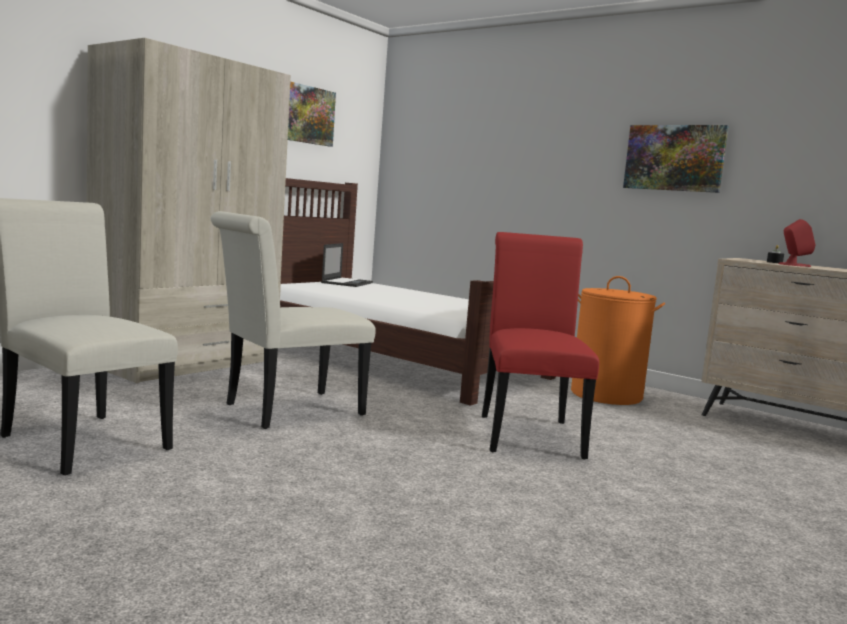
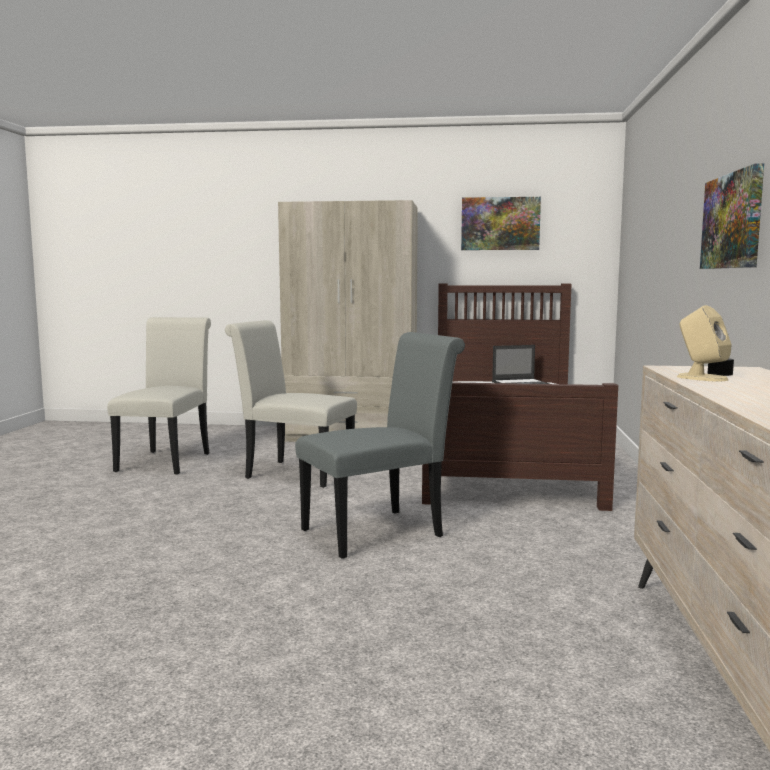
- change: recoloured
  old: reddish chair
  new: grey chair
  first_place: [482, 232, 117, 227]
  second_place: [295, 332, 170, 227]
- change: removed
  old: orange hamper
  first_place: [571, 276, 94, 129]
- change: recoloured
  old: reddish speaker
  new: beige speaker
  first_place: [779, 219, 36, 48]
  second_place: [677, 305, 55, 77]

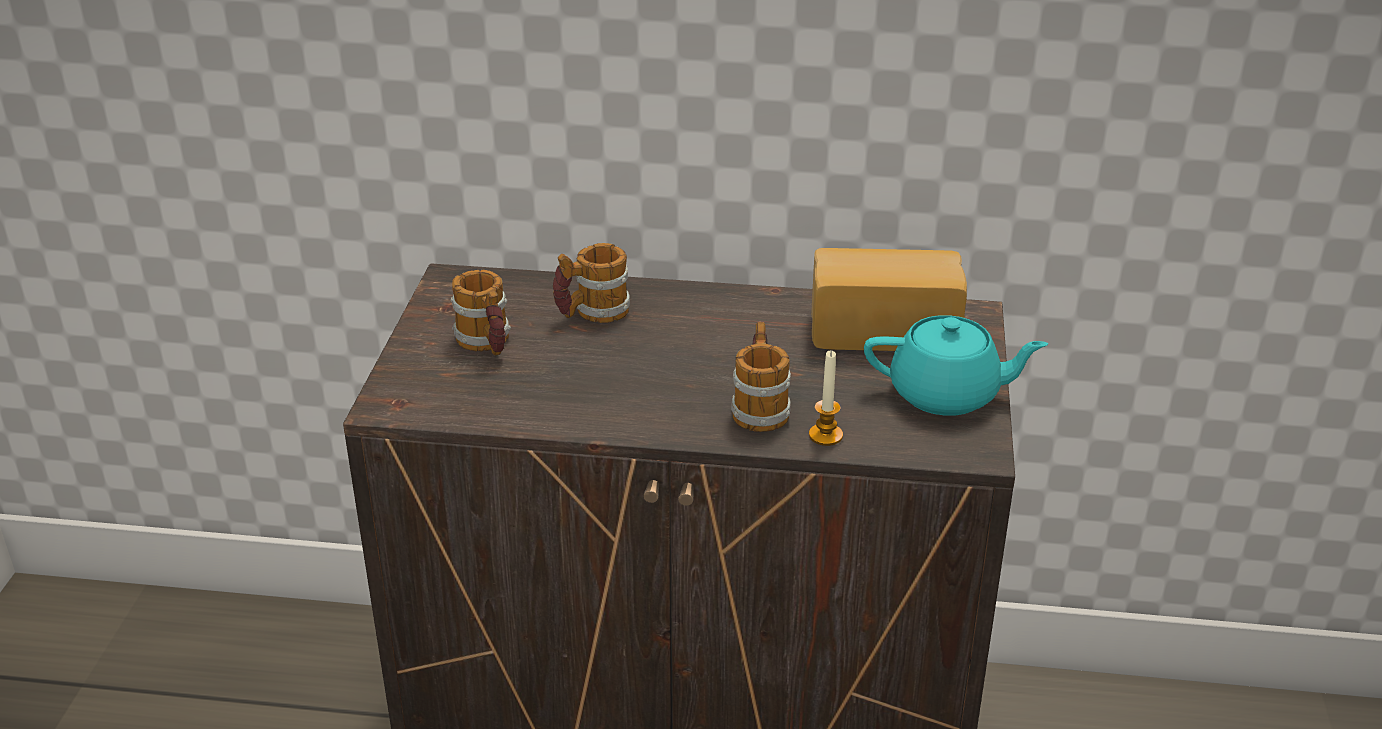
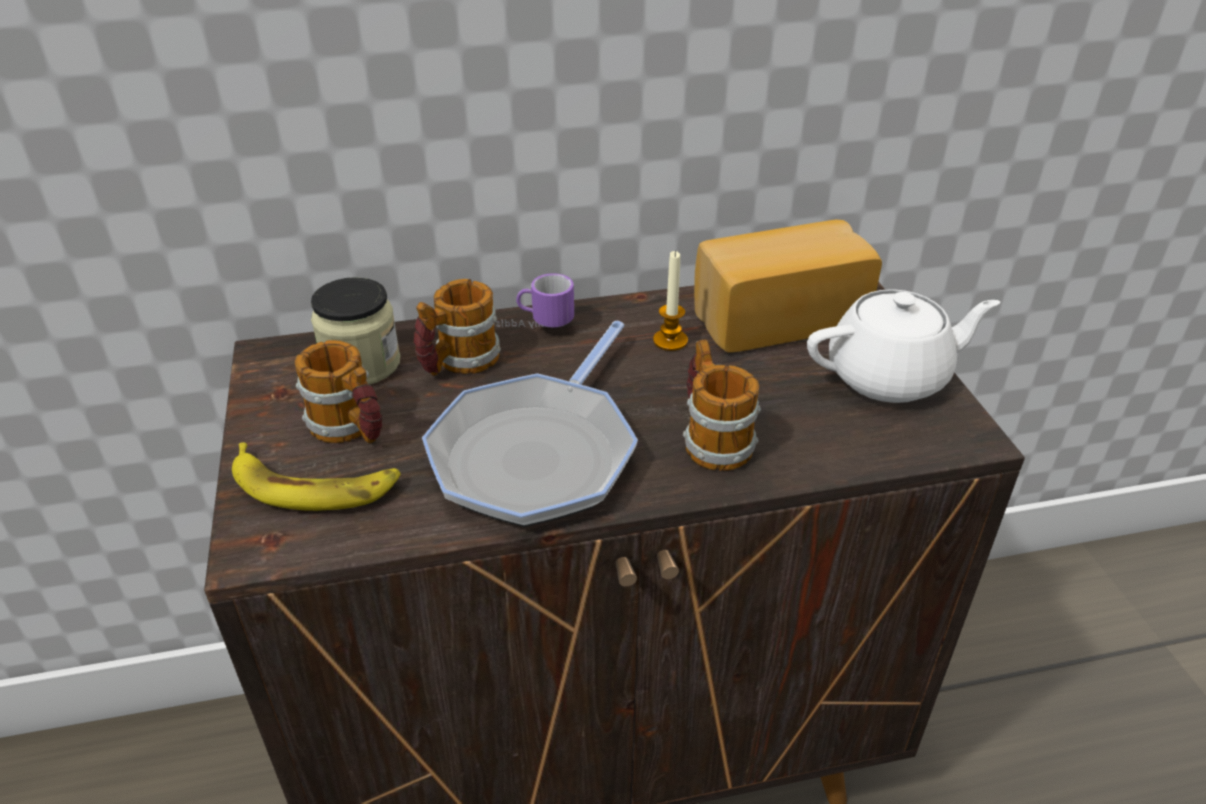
- change: moved
  old: candle
  first_place: [809, 351, 34, 95]
  second_place: [653, 250, 35, 101]
- change: recoloured
  old: turquoise pot for tea
  new: white-coloured pot for tea
  first_place: [864, 315, 184, 101]
  second_place: [807, 289, 193, 114]
- change: added
  new: banana fruit
  second_place: [232, 442, 169, 69]
- change: added
  new: storage jar
  second_place: [311, 277, 89, 108]
- change: added
  new: frying pan
  second_place: [422, 321, 216, 206]
- change: added
  new: coffee mug
  second_place: [494, 273, 80, 56]

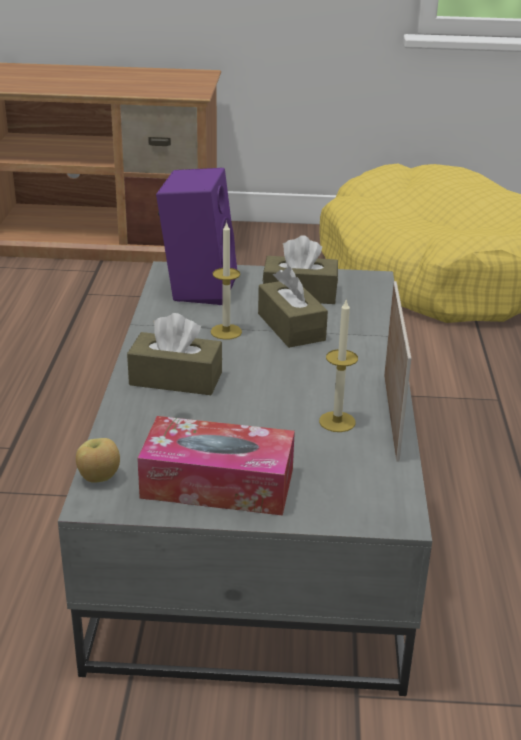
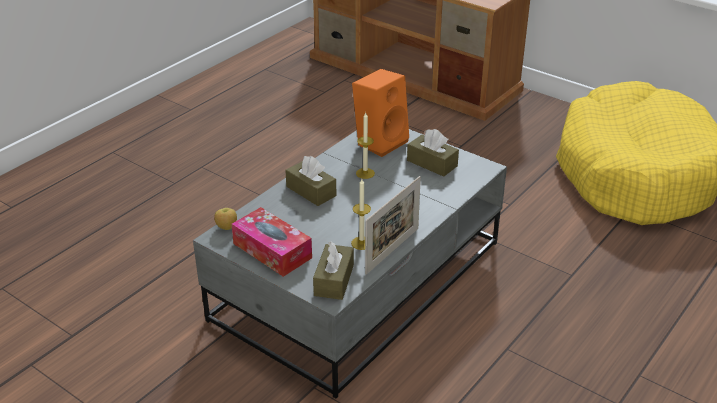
- change: recoloured
  old: purple-coloured speaker
  new: orange speaker
  first_place: [156, 168, 81, 137]
  second_place: [352, 69, 57, 88]
- change: moved
  old: brownish tissue holder
  first_place: [258, 267, 70, 81]
  second_place: [313, 241, 41, 59]

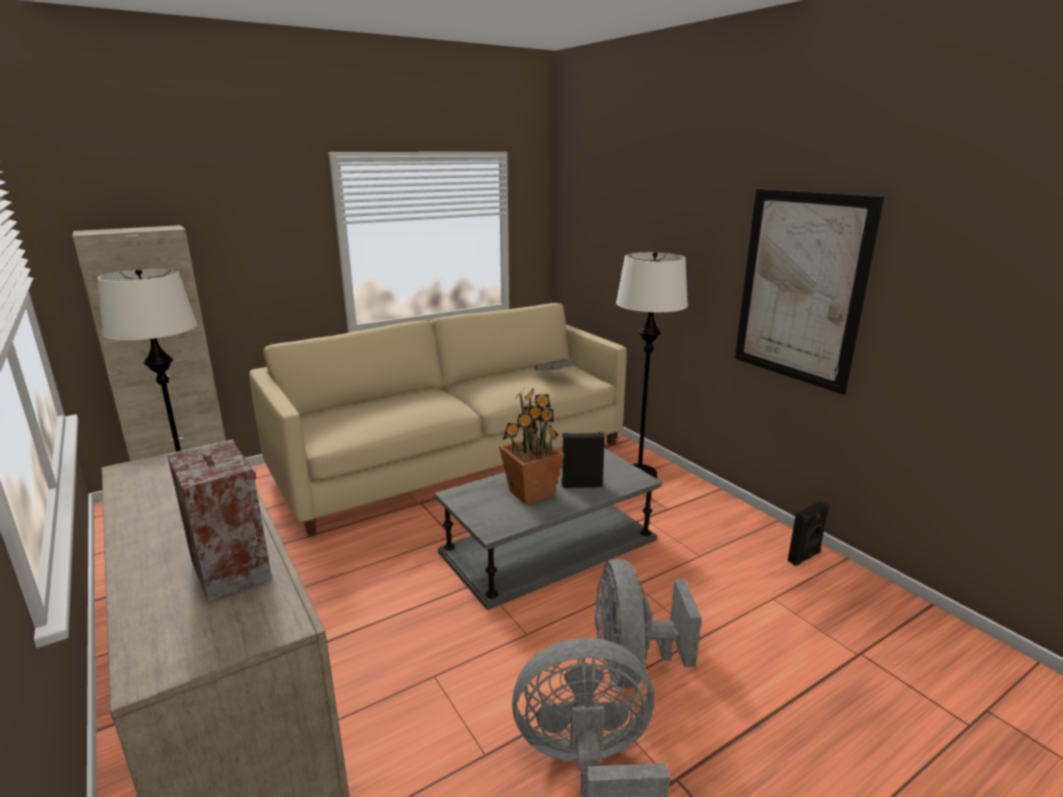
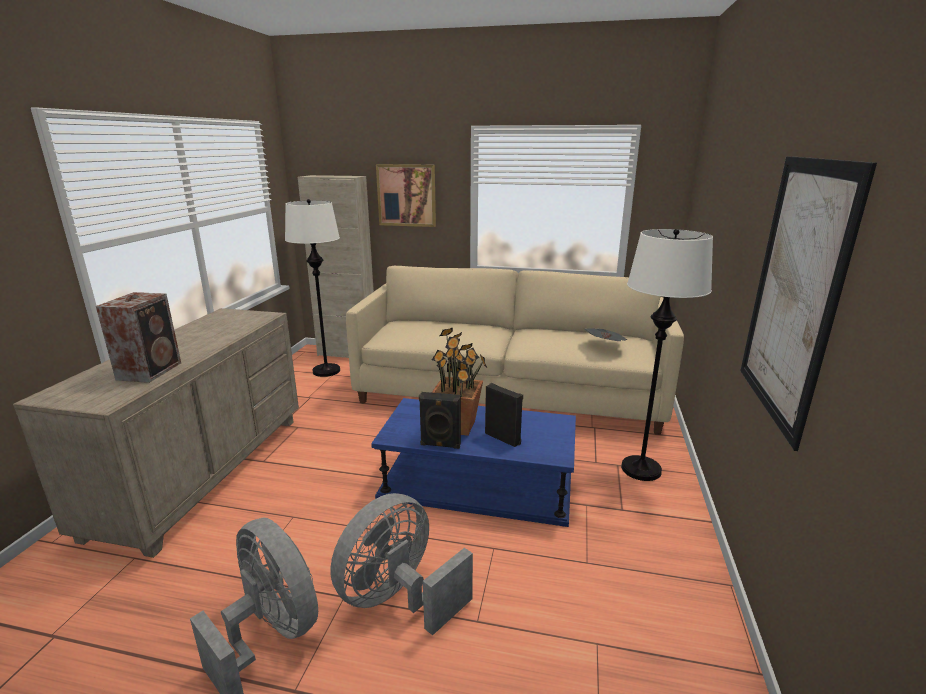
- change: recoloured
  old: grey lounge table
  new: blue-coloured lounge table
  first_place: [434, 448, 228, 162]
  second_place: [371, 398, 205, 129]
- change: moved
  old: black-coloured speaker
  first_place: [788, 501, 41, 65]
  second_place: [419, 392, 42, 57]
- change: added
  new: wall picture
  second_place: [376, 164, 60, 63]

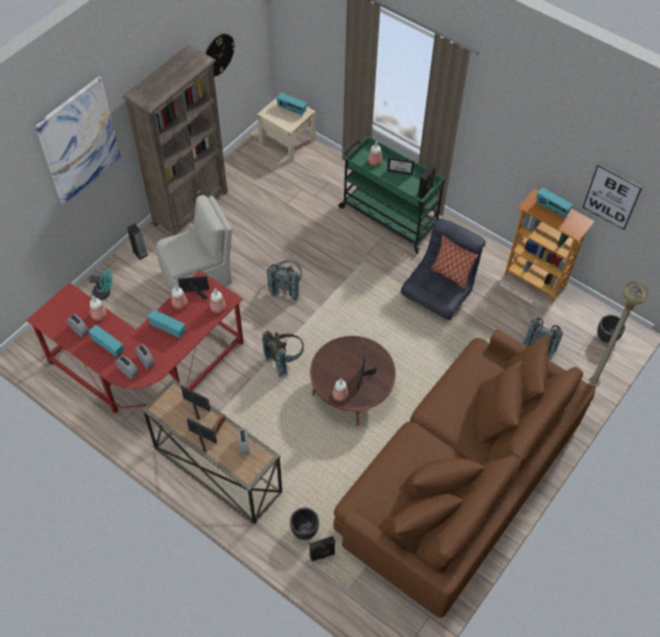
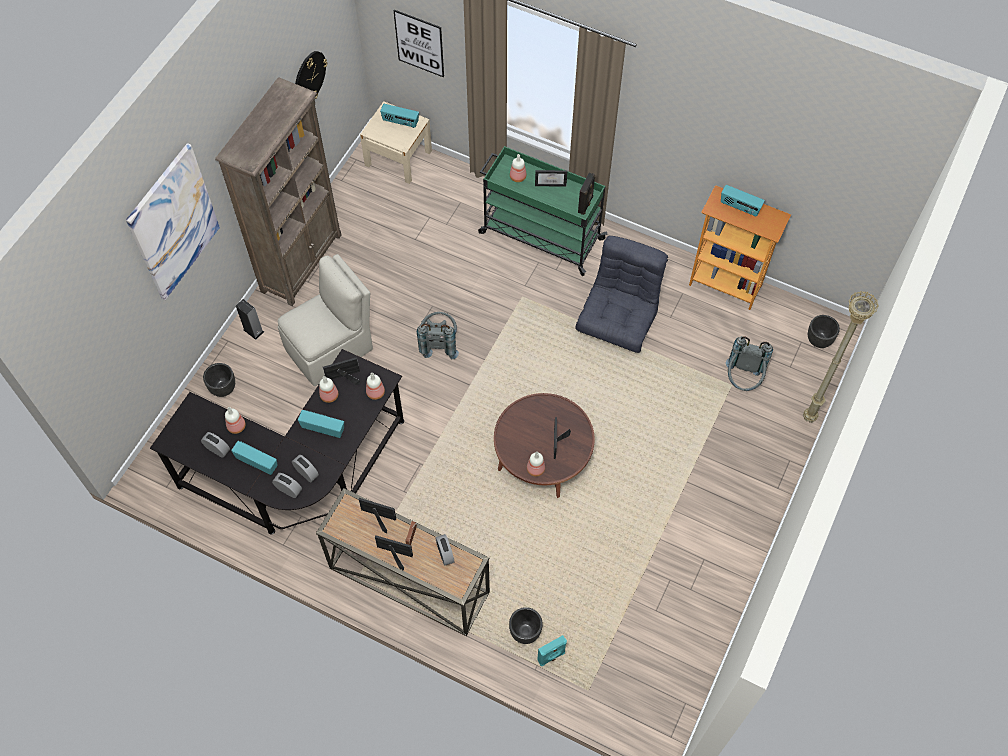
- change: recoloured
  old: reddish desk
  new: black-coloured desk
  first_place: [26, 270, 218, 143]
  second_place: [150, 349, 254, 186]
- change: replaced
  old: turquoise electric fan
  new: black-coloured flower pot
  first_place: [89, 269, 24, 31]
  second_place: [203, 363, 32, 34]
- change: removed
  old: grey knapsack
  first_place: [262, 331, 42, 47]
- change: recoloured
  old: black-coloured speaker
  new: turquoise speaker
  first_place: [310, 536, 25, 25]
  second_place: [537, 635, 30, 31]
- change: removed
  old: brownish couch
  first_place: [333, 329, 262, 289]
- change: removed
  old: throw pillow
  first_place: [431, 235, 47, 54]
- change: moved
  old: wall picture
  first_place: [583, 164, 59, 66]
  second_place: [393, 10, 51, 67]

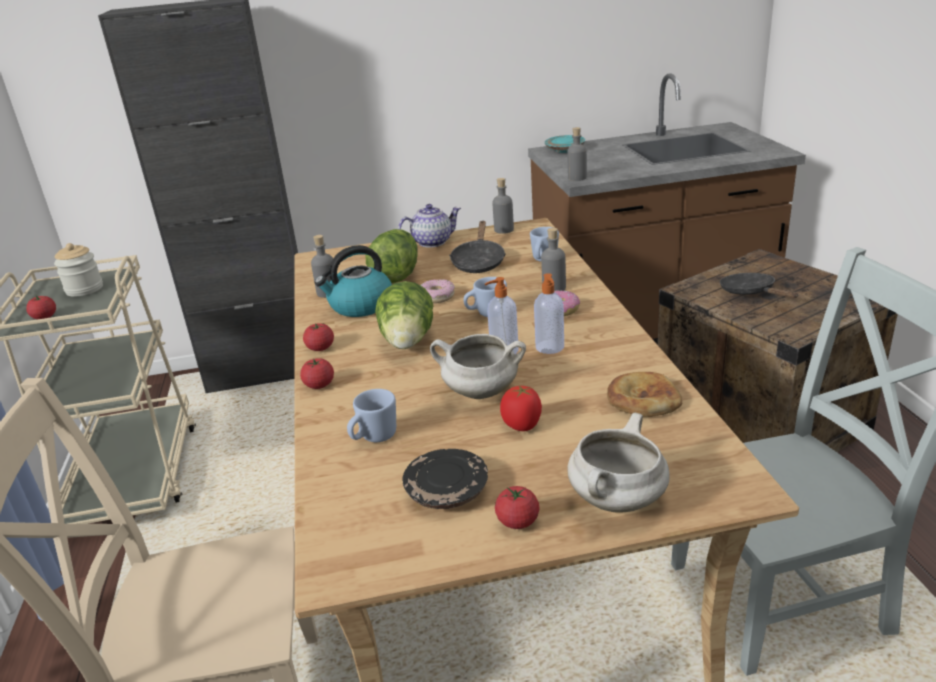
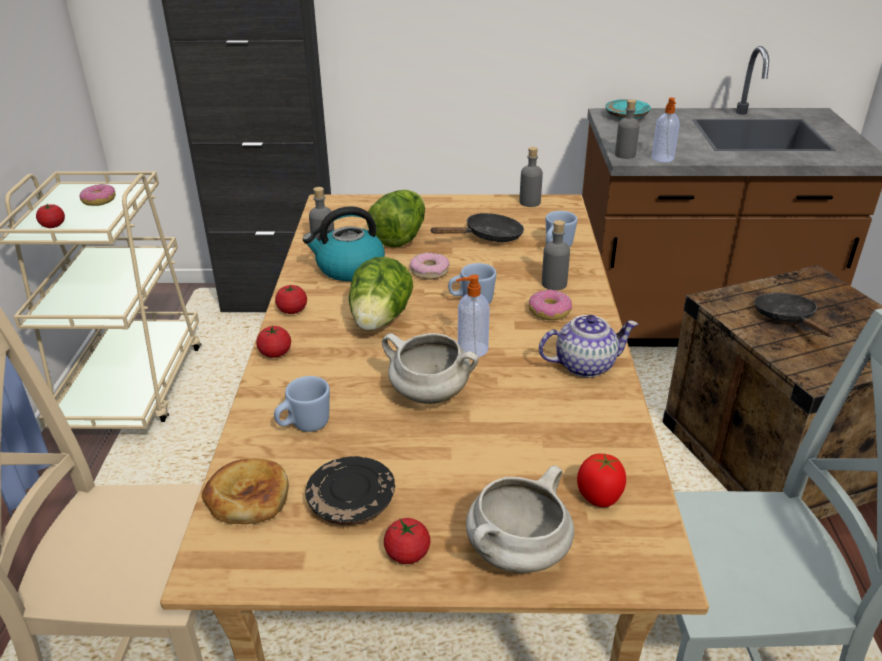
- change: replaced
  old: storage jar
  new: doughnut
  first_place: [54, 243, 49, 54]
  second_place: [80, 184, 36, 22]
- change: moved
  old: pot for tea
  first_place: [398, 204, 63, 44]
  second_place: [539, 315, 99, 63]
- change: turned
  old: black-coloured frying pan
  first_place: [449, 221, 57, 52]
  second_place: [430, 213, 94, 29]
  degrees: -135
- change: moved
  old: fresh tomato
  first_place: [500, 386, 42, 45]
  second_place: [577, 454, 49, 53]
- change: moved
  old: liquid soap bottle
  first_place: [534, 273, 30, 81]
  second_place: [652, 97, 28, 65]
- change: moved
  old: bread
  first_place: [607, 372, 75, 45]
  second_place: [202, 459, 87, 65]

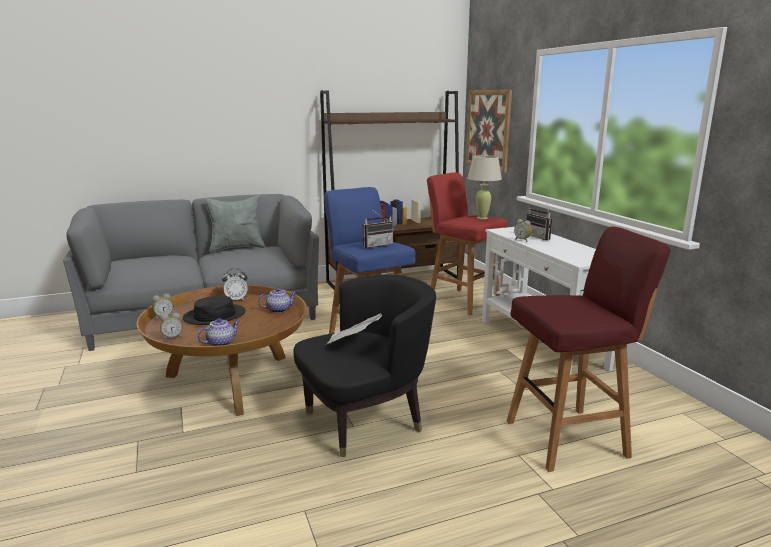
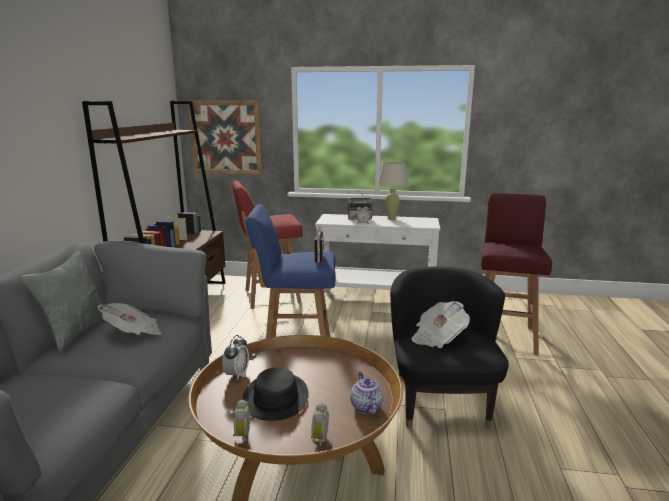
- change: removed
  old: pot for tea
  first_place: [258, 288, 39, 25]
- change: moved
  old: beige tabletop lamp
  first_place: [467, 155, 35, 64]
  second_place: [377, 162, 32, 58]
- change: added
  new: printed paper
  second_place: [97, 303, 64, 32]

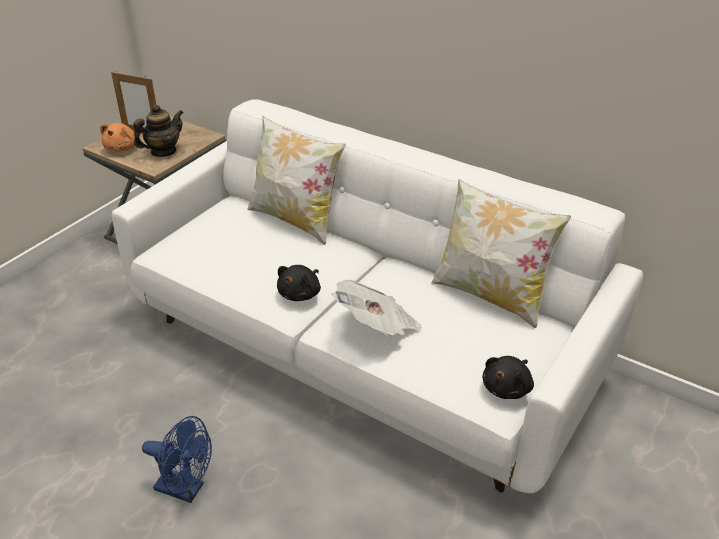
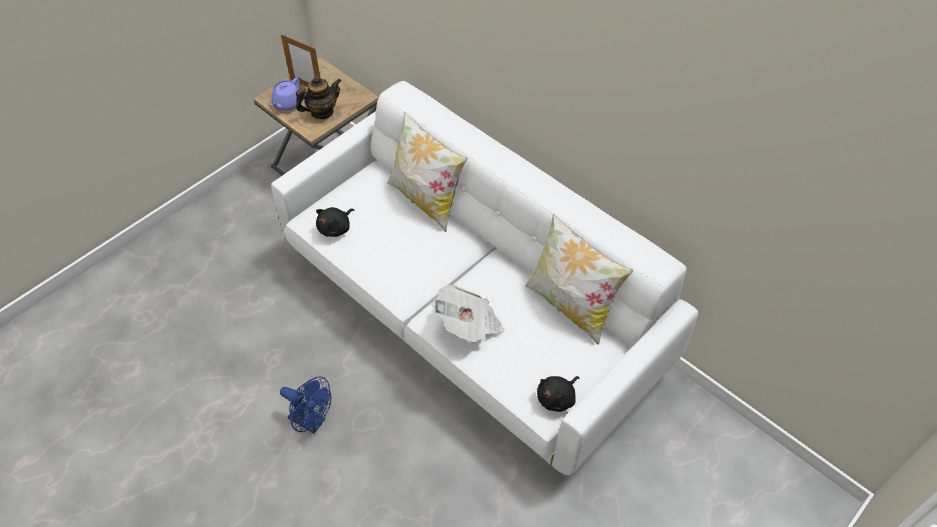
- change: replaced
  old: orange cuddly toy
  new: purple-coloured pot for tea
  first_place: [100, 123, 35, 29]
  second_place: [270, 77, 33, 34]
- change: moved
  old: black-coloured cuddly toy
  first_place: [277, 265, 44, 36]
  second_place: [316, 207, 38, 30]

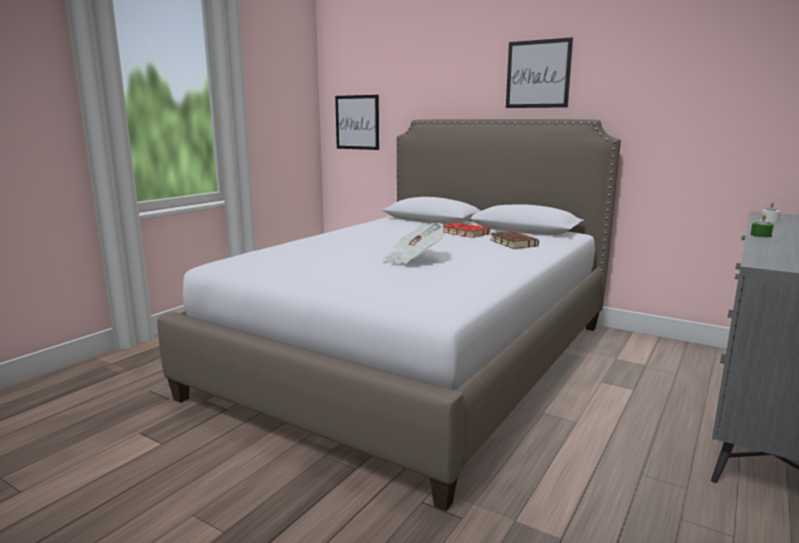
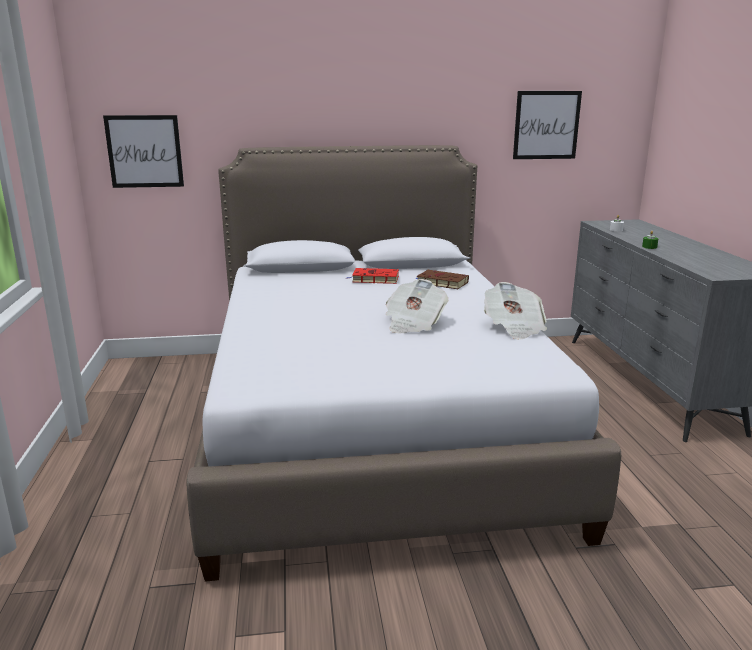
- change: moved
  old: wall picture
  first_place: [506, 37, 67, 71]
  second_place: [513, 91, 69, 68]
- change: added
  new: printed paper
  second_place: [484, 282, 63, 58]

